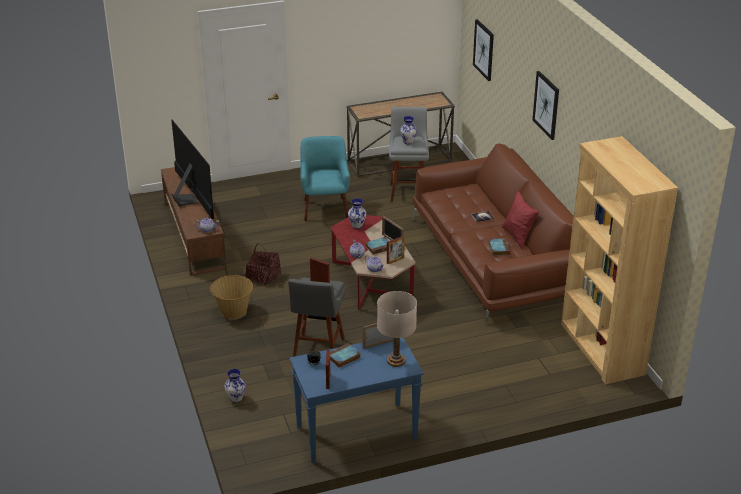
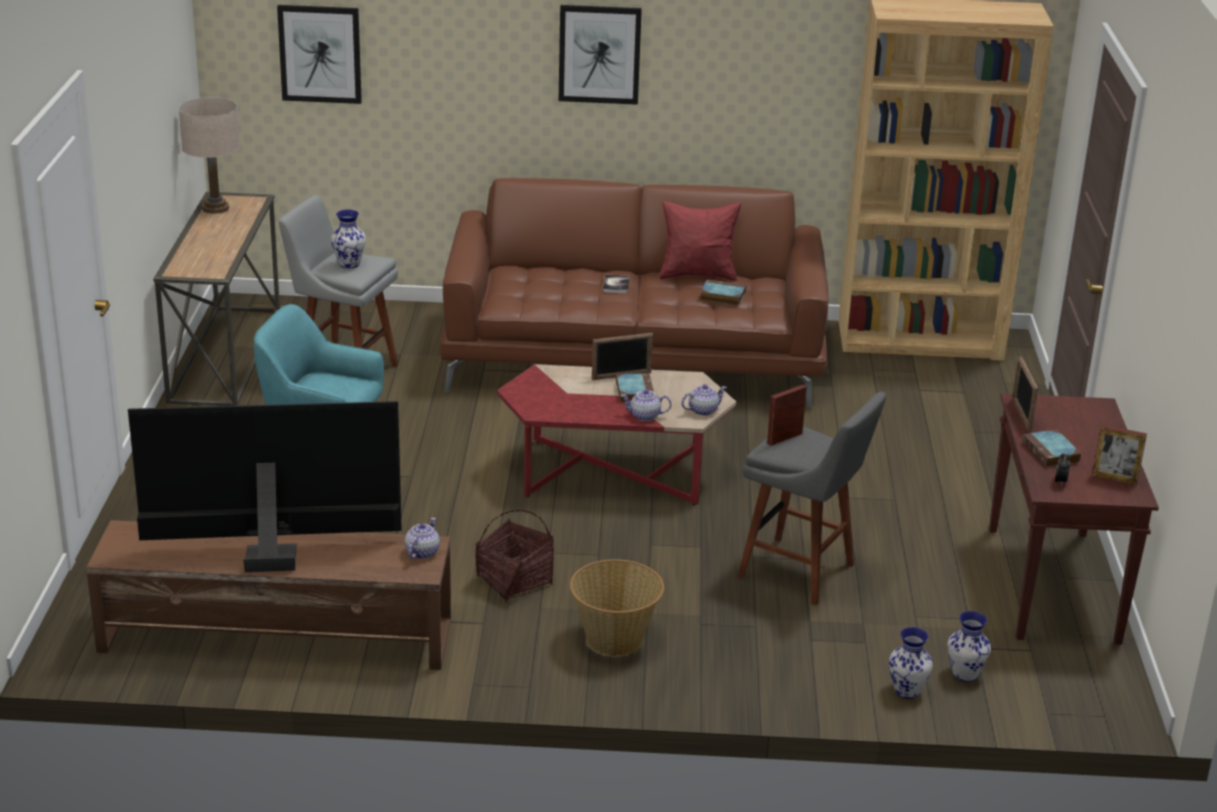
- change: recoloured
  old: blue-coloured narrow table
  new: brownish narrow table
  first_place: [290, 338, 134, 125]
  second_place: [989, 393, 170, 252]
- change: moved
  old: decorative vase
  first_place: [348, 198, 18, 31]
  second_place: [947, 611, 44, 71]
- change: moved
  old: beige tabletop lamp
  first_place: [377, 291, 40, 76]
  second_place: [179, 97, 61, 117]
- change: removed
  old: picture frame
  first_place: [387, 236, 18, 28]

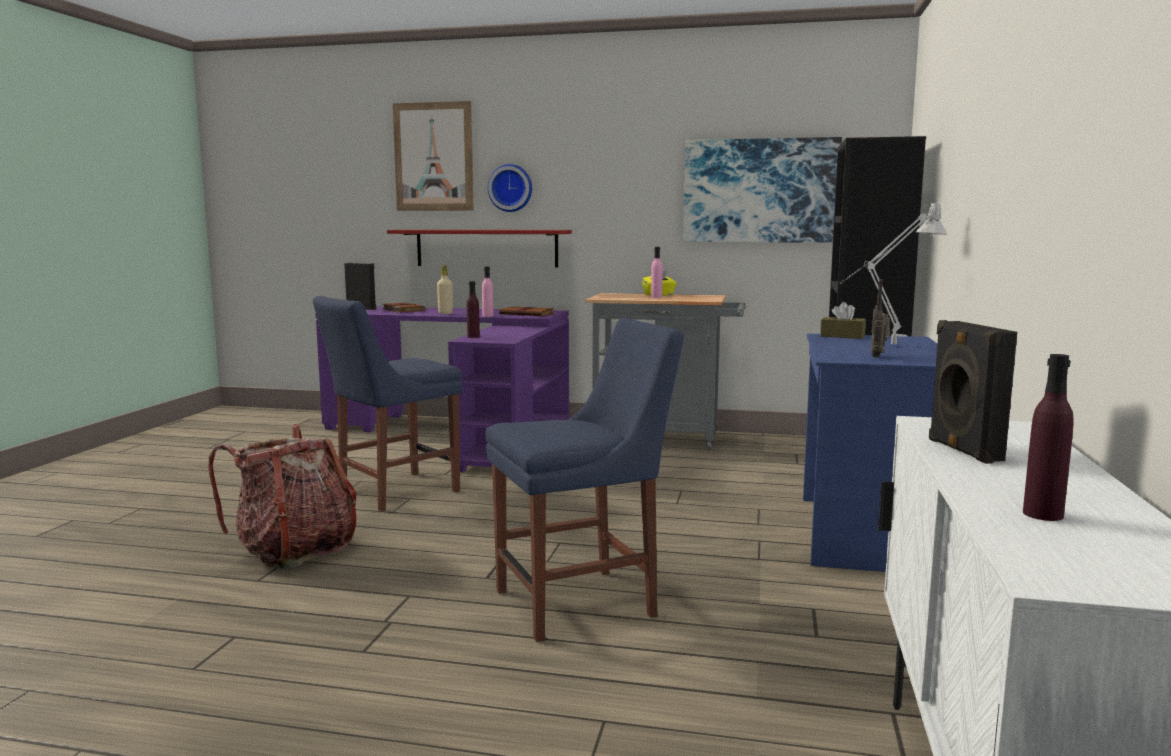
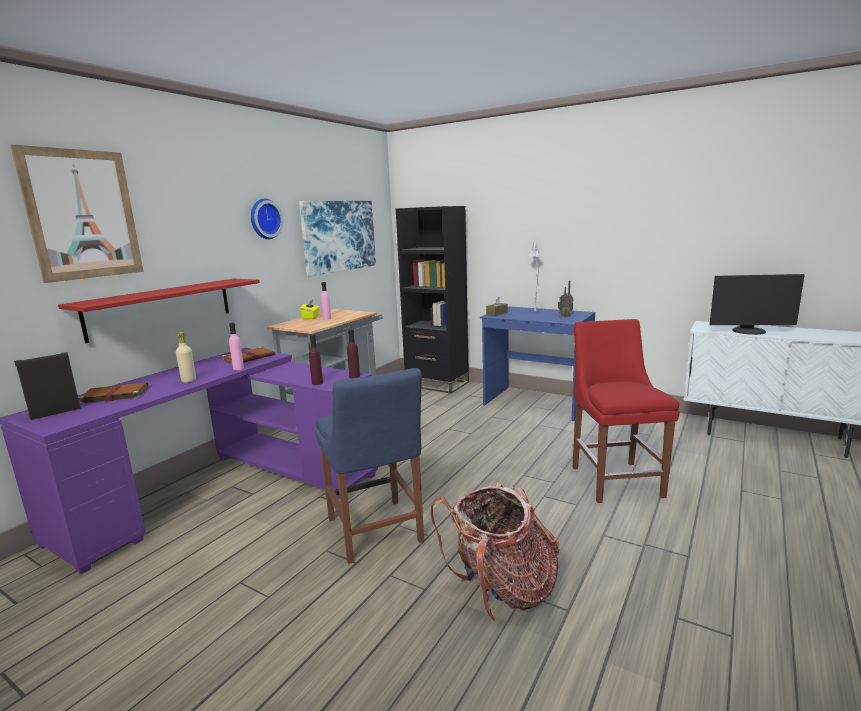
- change: recoloured
  old: blue-coloured chair
  new: reddish chair
  first_place: [485, 318, 199, 324]
  second_place: [573, 319, 107, 184]
- change: moved
  old: hanging clock
  first_place: [488, 164, 44, 48]
  second_place: [251, 199, 32, 40]
- change: replaced
  old: black-coloured speaker
  new: computer display
  first_place: [929, 320, 88, 144]
  second_place: [709, 274, 96, 61]
- change: moved
  old: purple-coloured bottle
  first_place: [1023, 354, 51, 167]
  second_place: [347, 329, 13, 49]

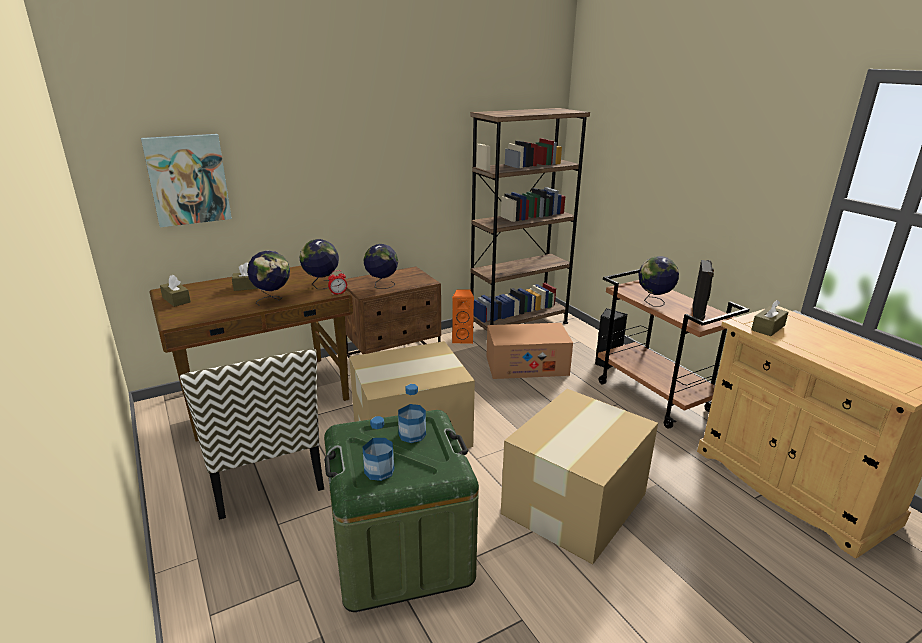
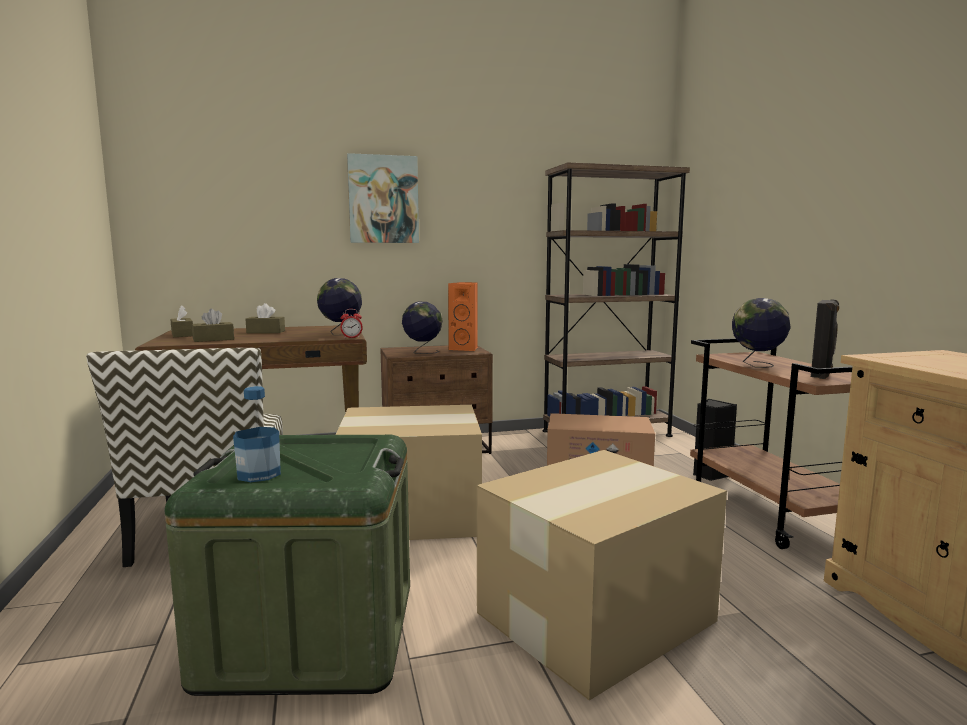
- change: moved
  old: wall picture
  first_place: [141, 134, 91, 93]
  second_place: [347, 153, 72, 90]
- change: removed
  old: desk globe
  first_place: [247, 250, 43, 56]
- change: removed
  old: bottle
  first_place: [398, 384, 28, 59]
- change: moved
  old: orange speaker
  first_place: [452, 290, 22, 54]
  second_place: [448, 282, 29, 69]
- change: moved
  old: brownish tissue holder
  first_place: [751, 300, 38, 36]
  second_place: [192, 308, 42, 34]

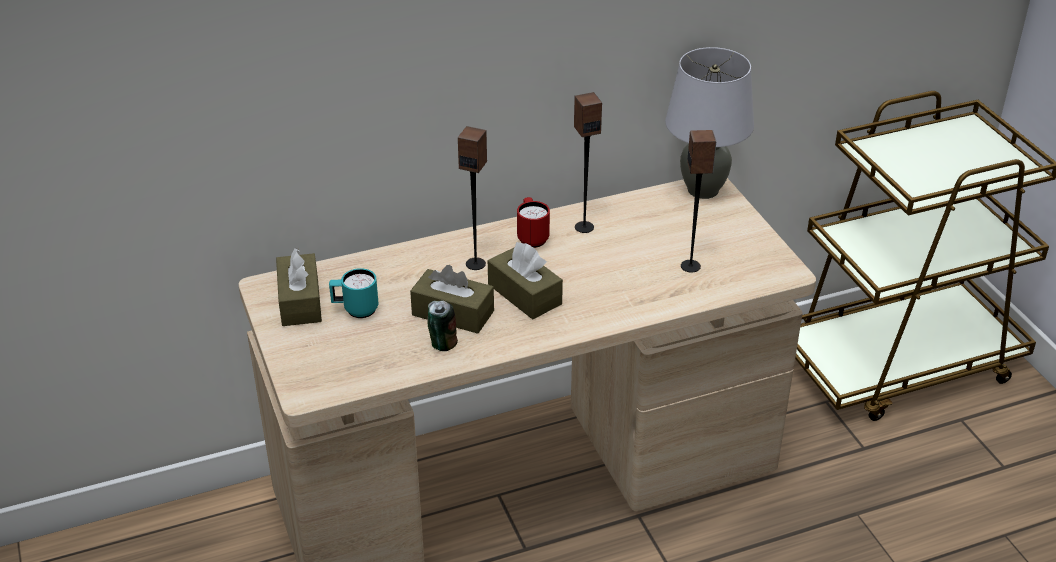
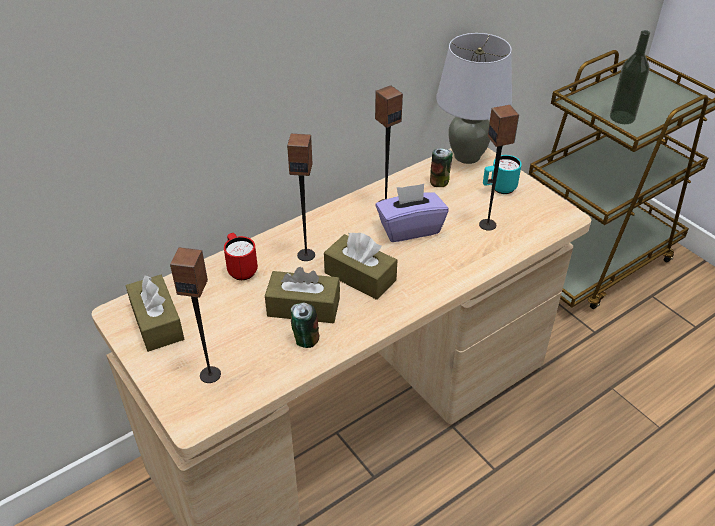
- change: moved
  old: turquoise coffee mug
  first_place: [329, 268, 49, 50]
  second_place: [483, 155, 39, 39]
- change: moved
  old: reddish coffee mug
  first_place: [517, 197, 33, 51]
  second_place: [224, 233, 34, 47]
- change: added
  new: speaker
  second_place: [170, 247, 51, 136]
- change: added
  new: purple-coloured tissue holder
  second_place: [375, 184, 74, 58]
- change: added
  new: sealed can
  second_place: [430, 148, 23, 39]
- change: added
  new: bottle
  second_place: [610, 30, 40, 94]

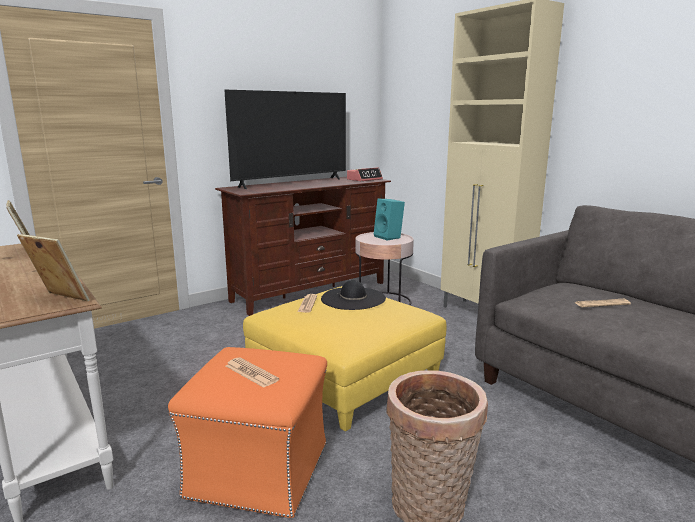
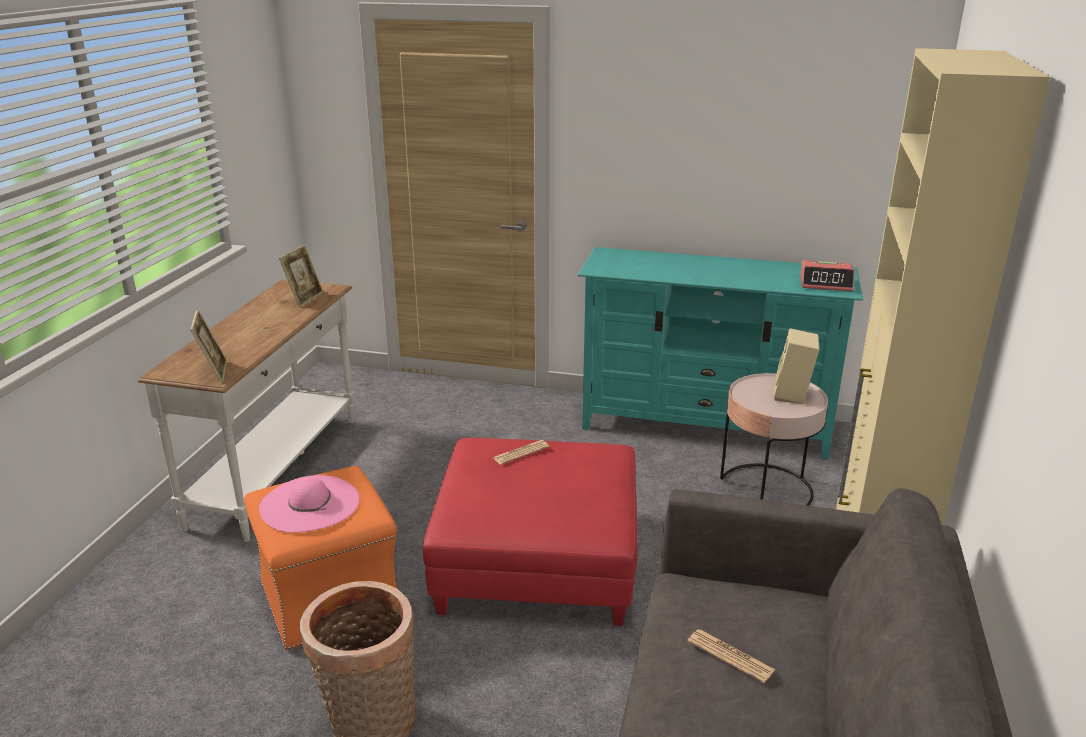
- change: recoloured
  old: brownish tv unit
  new: turquoise tv unit
  first_place: [215, 177, 176, 139]
  second_place: [578, 247, 285, 213]
- change: removed
  old: TV set
  first_place: [224, 90, 122, 99]
- change: replaced
  old: printed paper
  new: pinkish clothing hat
  first_place: [226, 357, 53, 31]
  second_place: [259, 475, 101, 58]
- change: recoloured
  old: yellow pouffe
  new: reddish pouffe
  first_place: [243, 286, 203, 146]
  second_place: [423, 438, 215, 188]
- change: removed
  old: black-coloured clothing hat
  first_place: [321, 280, 65, 30]
- change: recoloured
  old: turquoise speaker
  new: beige speaker
  first_place: [374, 199, 31, 41]
  second_place: [774, 328, 45, 76]

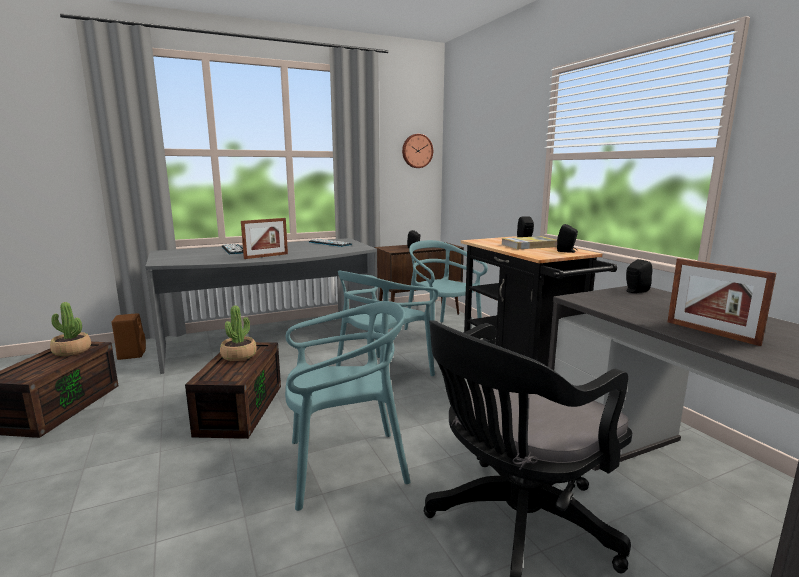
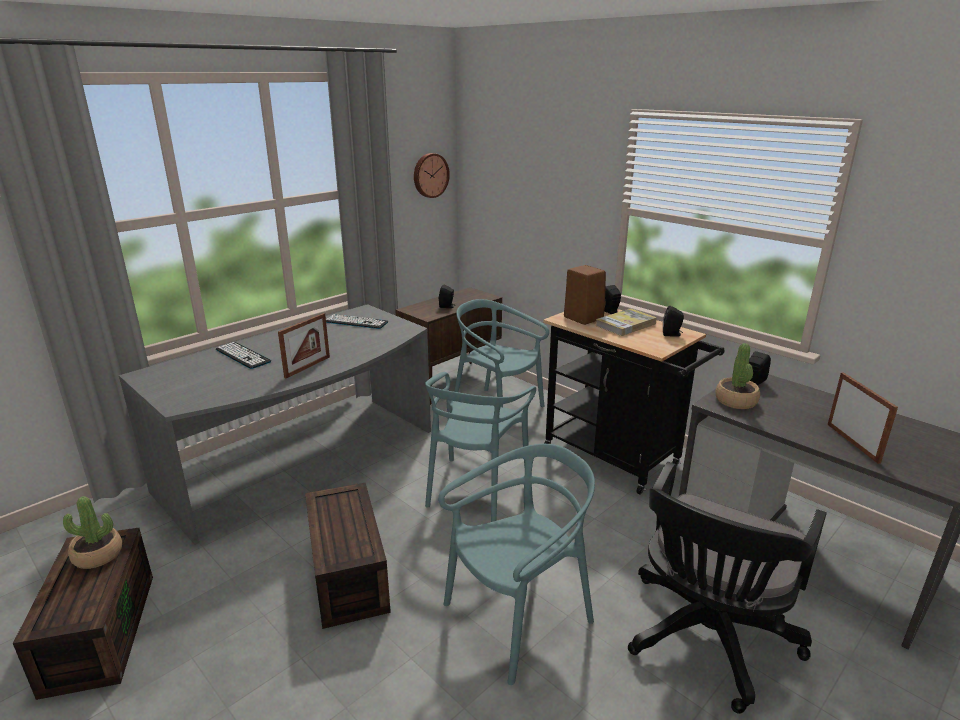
- change: moved
  old: brownish speaker
  first_place: [112, 313, 34, 47]
  second_place: [564, 265, 42, 60]
- change: moved
  old: plant in a pot
  first_place: [220, 305, 37, 56]
  second_place: [716, 343, 44, 66]
- change: turned
  old: picture frame
  first_place: [667, 258, 109, 88]
  second_place: [827, 373, 71, 91]
  degrees: -135

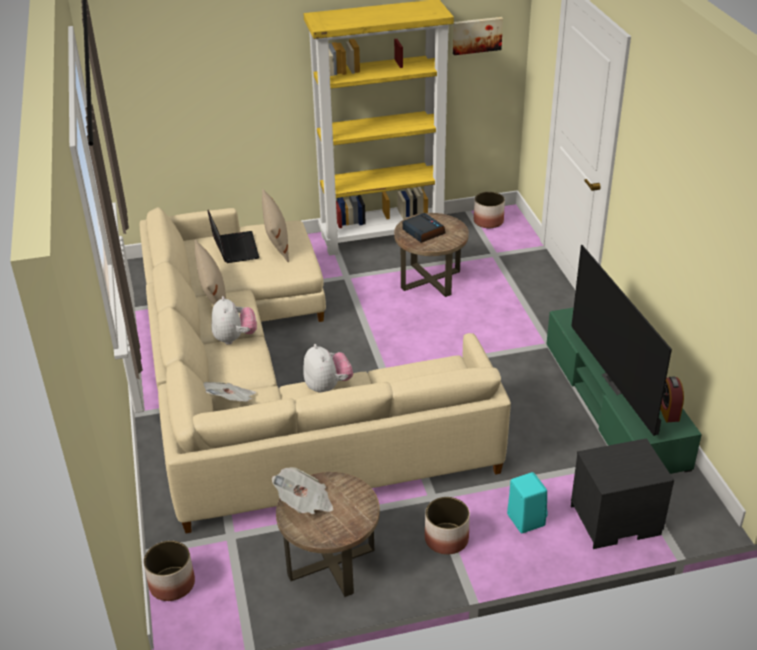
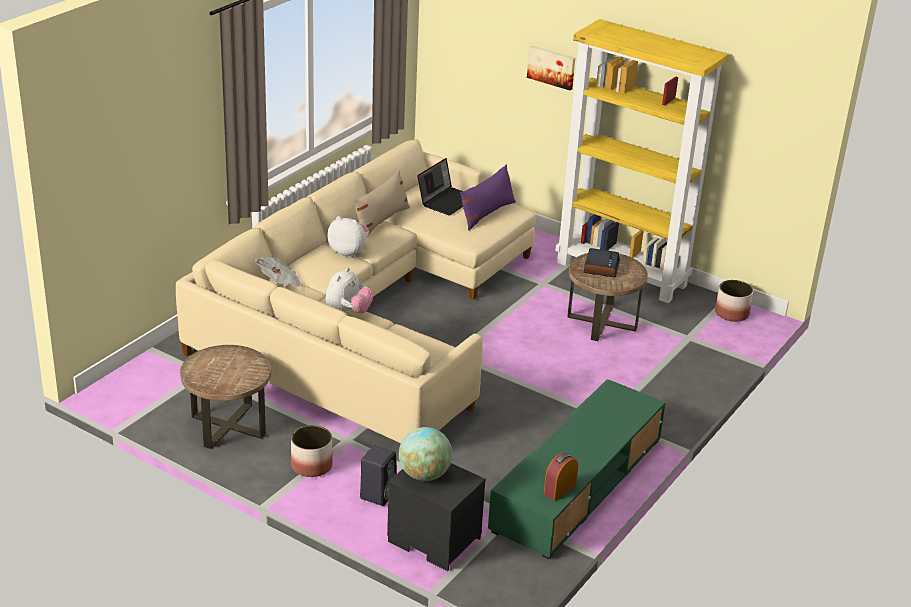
- change: removed
  old: flower pot
  first_place: [144, 540, 51, 61]
- change: turned
  old: cuddly toy
  first_place: [211, 296, 46, 49]
  second_place: [328, 216, 41, 42]
  degrees: -105
- change: recoloured
  old: beige throw pillow
  new: purple-coloured throw pillow
  first_place: [262, 189, 27, 73]
  second_place: [460, 164, 56, 67]
- change: removed
  old: printed paper
  first_place: [272, 467, 61, 47]
- change: moved
  old: wall picture
  first_place: [453, 17, 50, 38]
  second_place: [527, 45, 48, 45]
- change: recoloured
  old: turquoise speaker
  new: black-coloured speaker
  first_place: [507, 472, 41, 61]
  second_place: [360, 445, 37, 61]
- change: removed
  old: TV set
  first_place: [571, 245, 101, 191]
- change: added
  new: desk globe
  second_place: [399, 427, 53, 54]

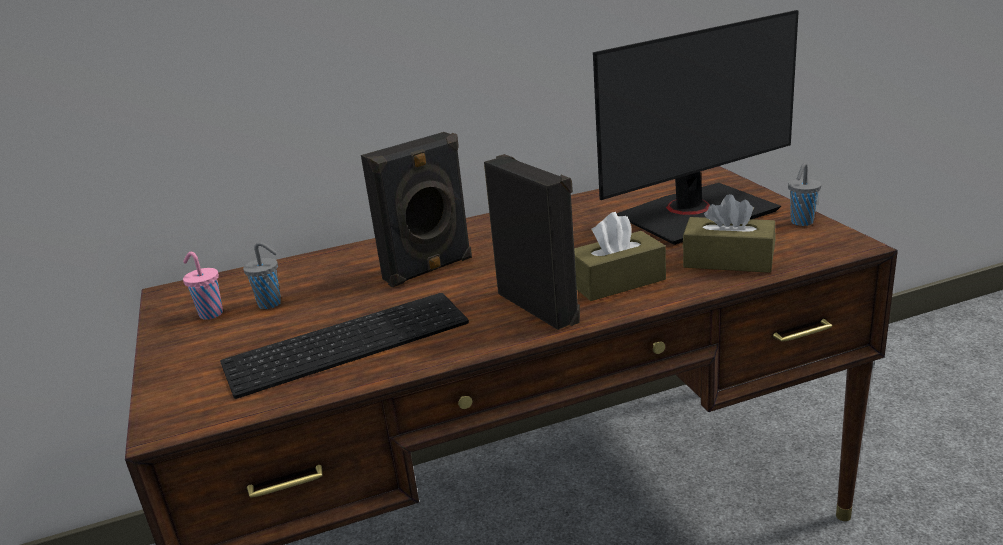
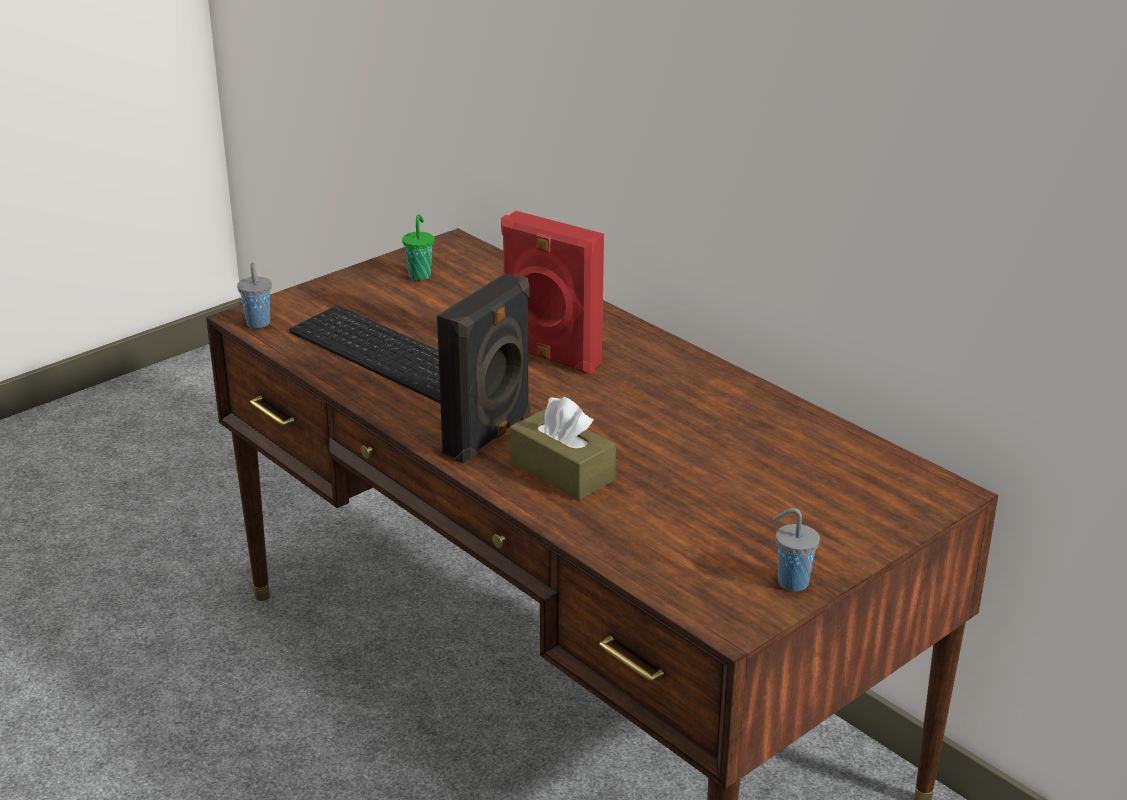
- change: recoloured
  old: pinkish drinking cup
  new: green-coloured drinking cup
  first_place: [183, 252, 40, 68]
  second_place: [402, 214, 32, 67]
- change: moved
  old: grey drinking cup
  first_place: [243, 242, 38, 67]
  second_place: [237, 263, 35, 65]
- change: recoloured
  old: black-coloured speaker
  new: reddish speaker
  first_place: [361, 132, 111, 155]
  second_place: [501, 211, 103, 163]
- change: removed
  old: computer display
  first_place: [593, 10, 206, 235]
- change: removed
  old: brownish tissue holder
  first_place: [682, 194, 93, 79]

